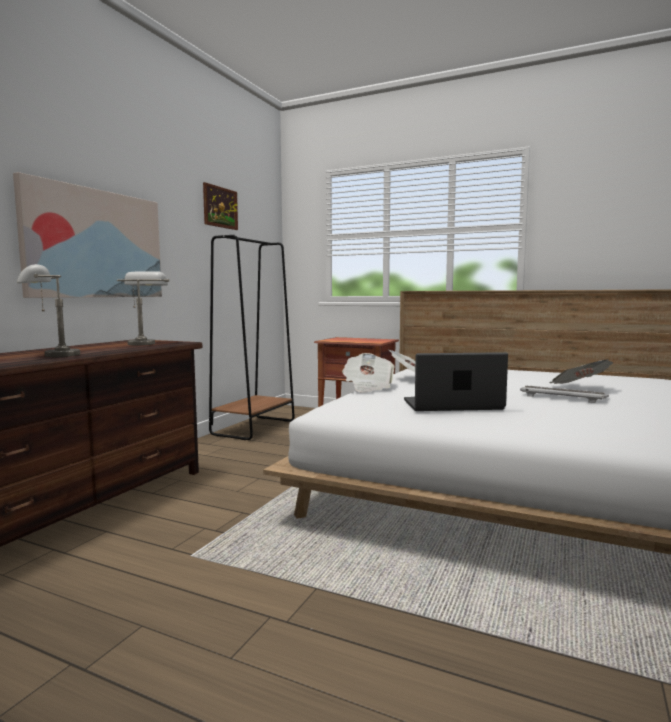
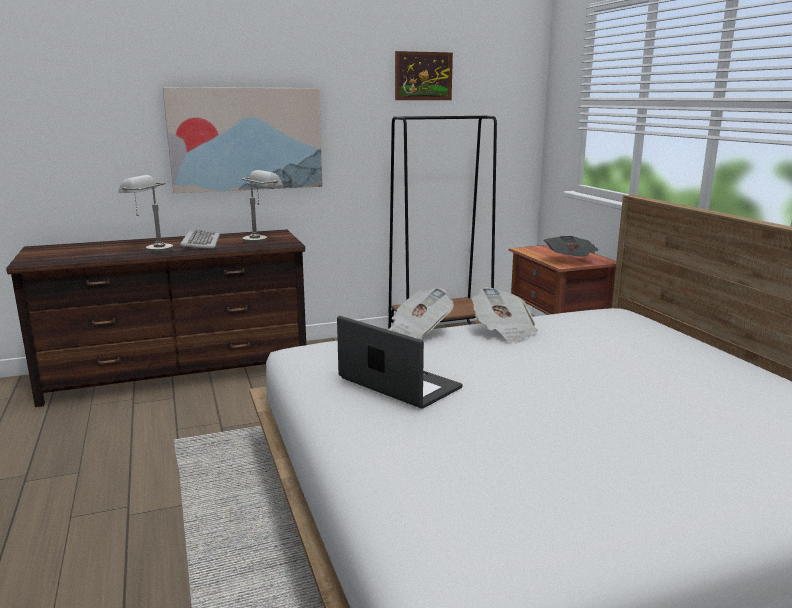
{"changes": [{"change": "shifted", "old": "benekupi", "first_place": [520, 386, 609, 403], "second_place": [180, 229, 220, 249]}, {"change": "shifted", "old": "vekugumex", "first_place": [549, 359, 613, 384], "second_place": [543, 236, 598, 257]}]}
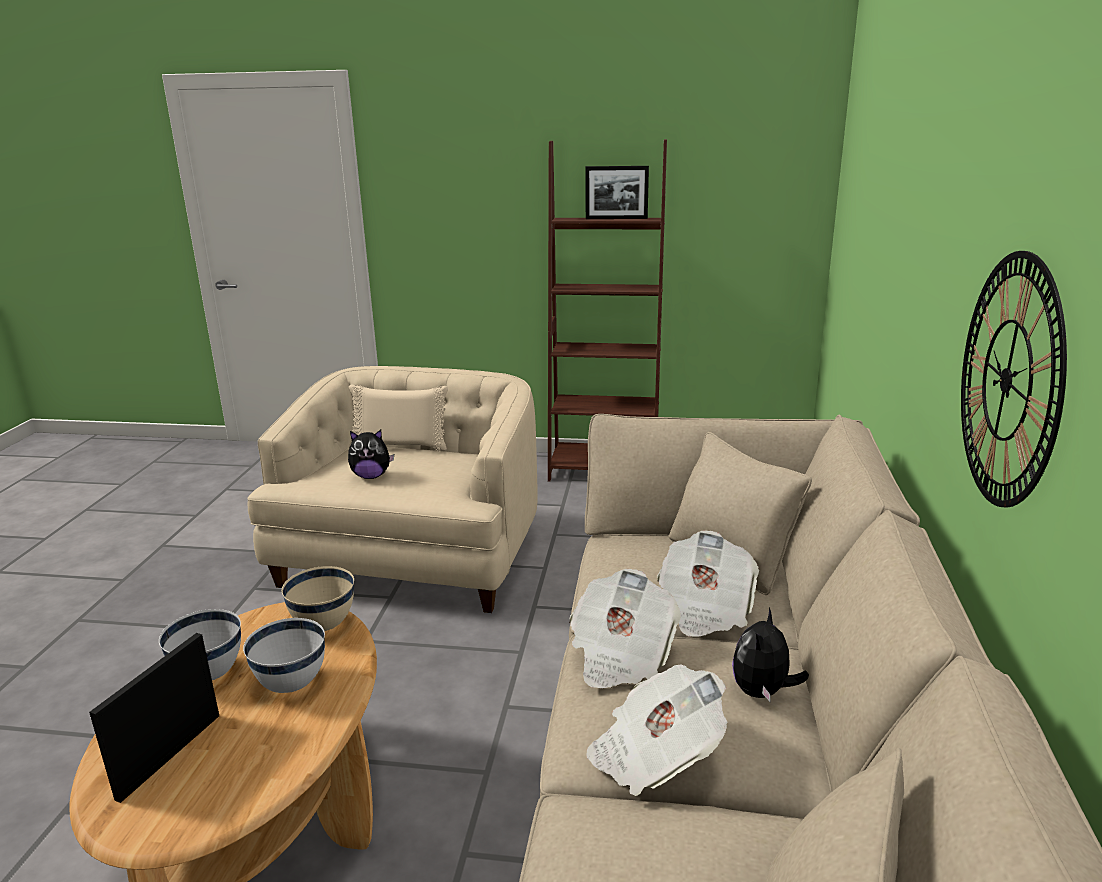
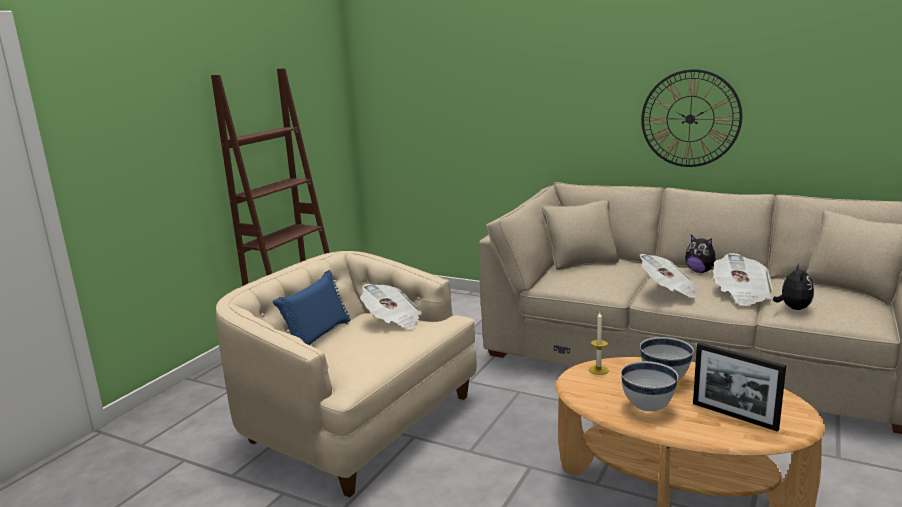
{"changes": [{"change": "repainted", "old": "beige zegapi", "new": "blue zegapi", "first_place": [349, 384, 448, 452], "second_place": [273, 270, 350, 345]}, {"change": "shifted", "old": "vekugumex", "first_place": [657, 530, 759, 637], "second_place": [360, 284, 422, 329]}, {"change": "swapped", "old": "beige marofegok", "new": "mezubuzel", "first_place": [282, 566, 354, 631], "second_place": [589, 312, 609, 375]}, {"change": "shifted", "old": "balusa", "first_place": [348, 430, 394, 479], "second_place": [773, 264, 814, 310]}, {"change": "gone", "old": "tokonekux", "first_place": [585, 166, 649, 219]}]}
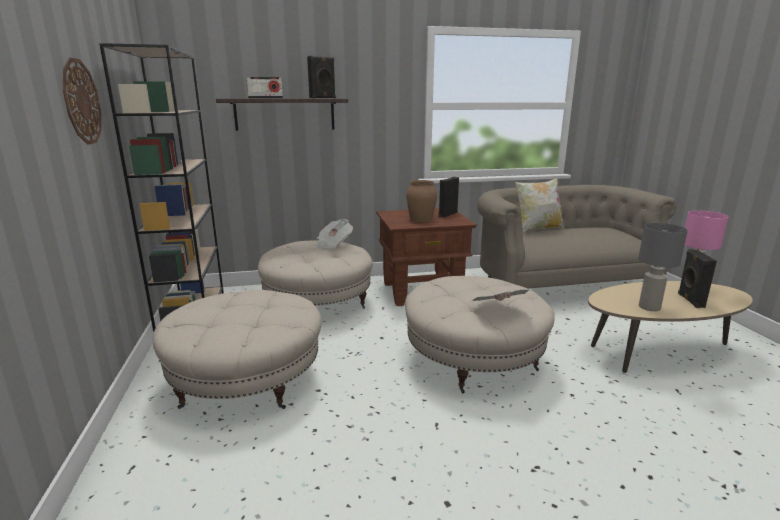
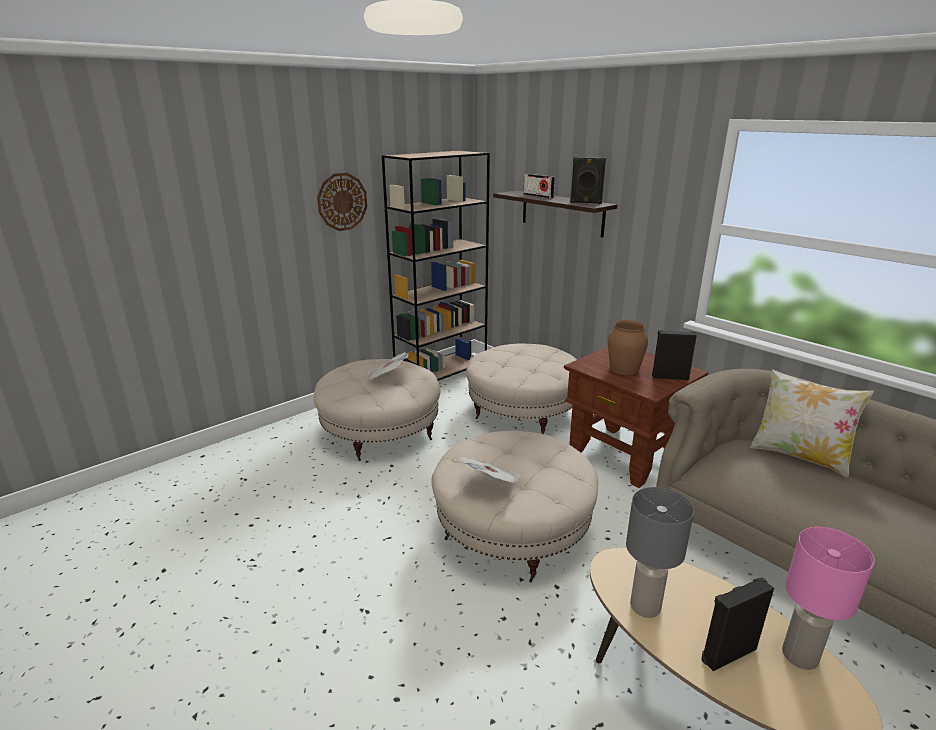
{"changes": [{"change": "shifted", "old": "vekugumex", "first_place": [314, 219, 353, 249], "second_place": [367, 352, 409, 381]}]}
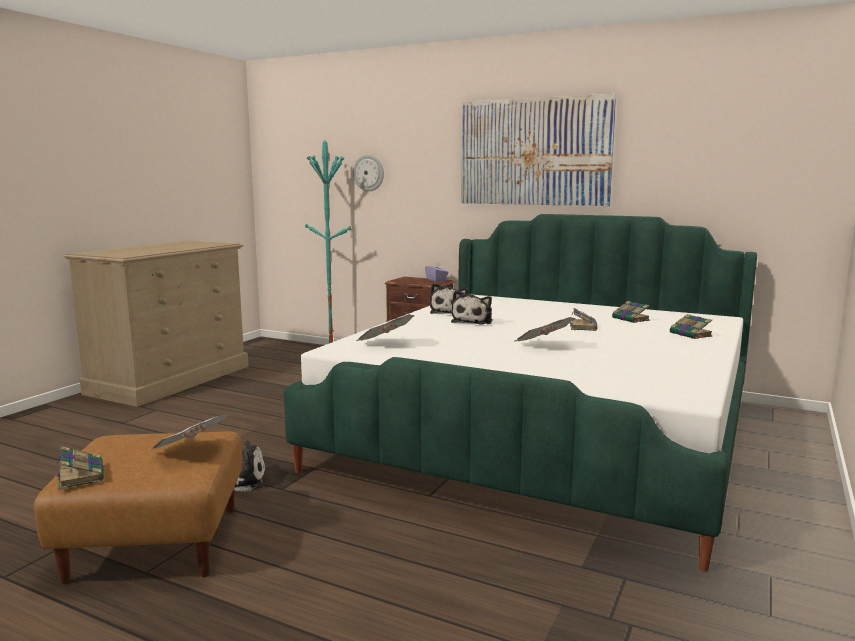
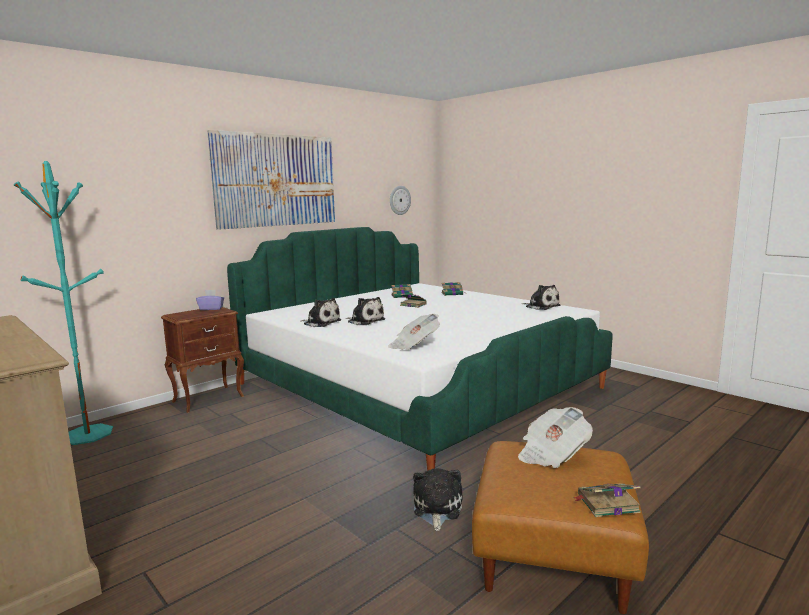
{"changes": [{"change": "shifted", "old": "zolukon", "first_place": [353, 155, 384, 191], "second_place": [390, 186, 411, 215]}, {"change": "new", "new": "balusa", "second_place": [523, 285, 560, 310]}, {"change": "gone", "old": "vekugumex", "first_place": [515, 317, 575, 341]}]}
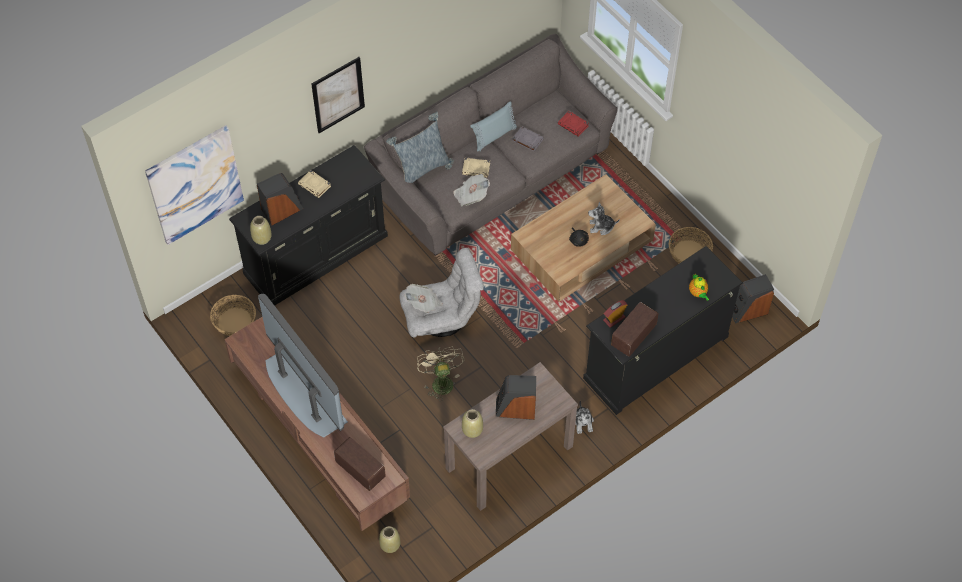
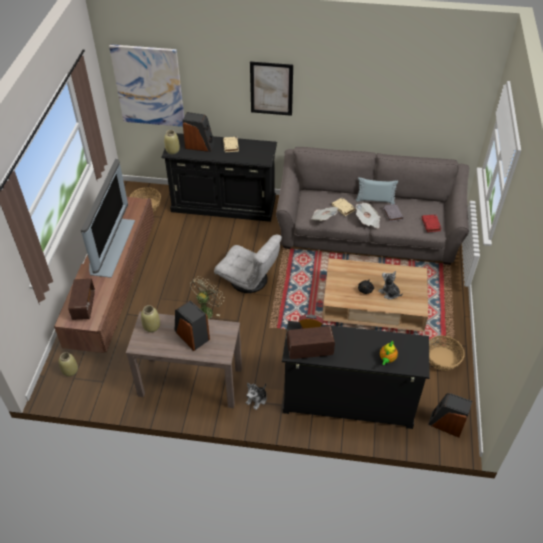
{"changes": [{"change": "shifted", "old": "vekugumex", "first_place": [404, 284, 443, 313], "second_place": [356, 203, 380, 229]}, {"change": "gone", "old": "zegapi", "first_place": [386, 112, 454, 183]}]}
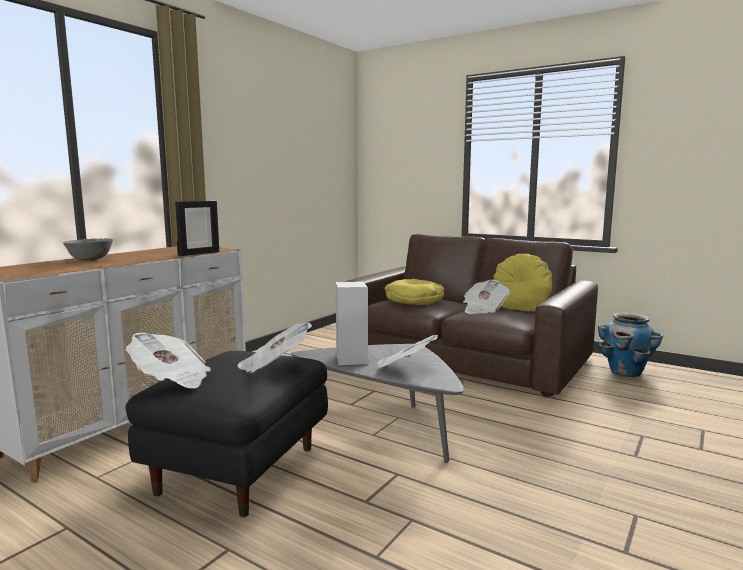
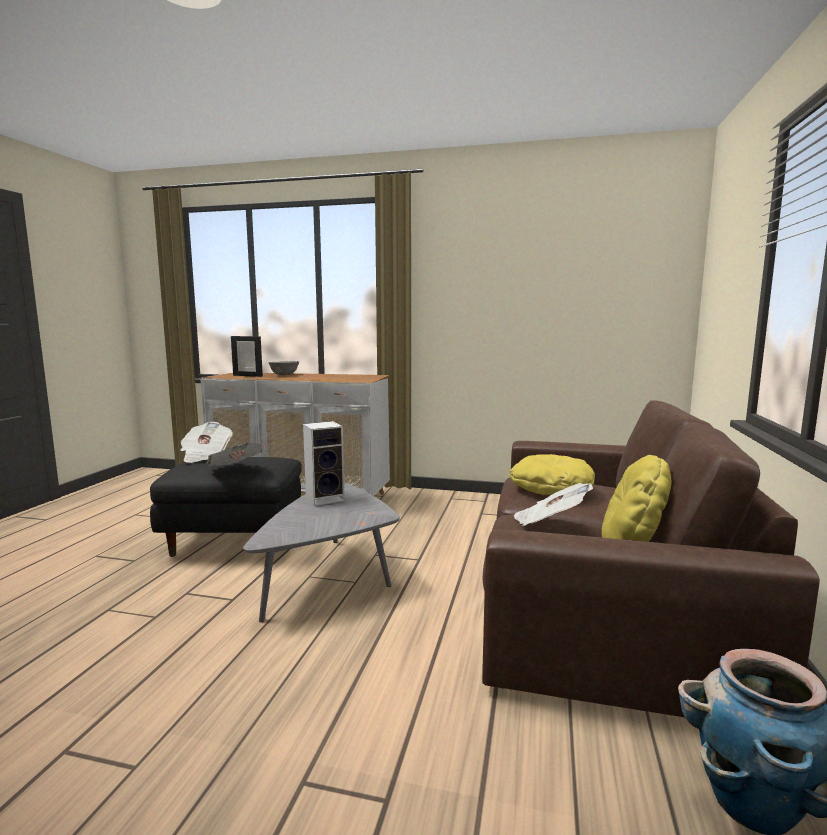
{"changes": [{"change": "shifted", "old": "tokonekux", "first_place": [175, 201, 219, 256], "second_place": [231, 336, 263, 377]}, {"change": "gone", "old": "vekugumex", "first_place": [378, 335, 438, 369]}]}
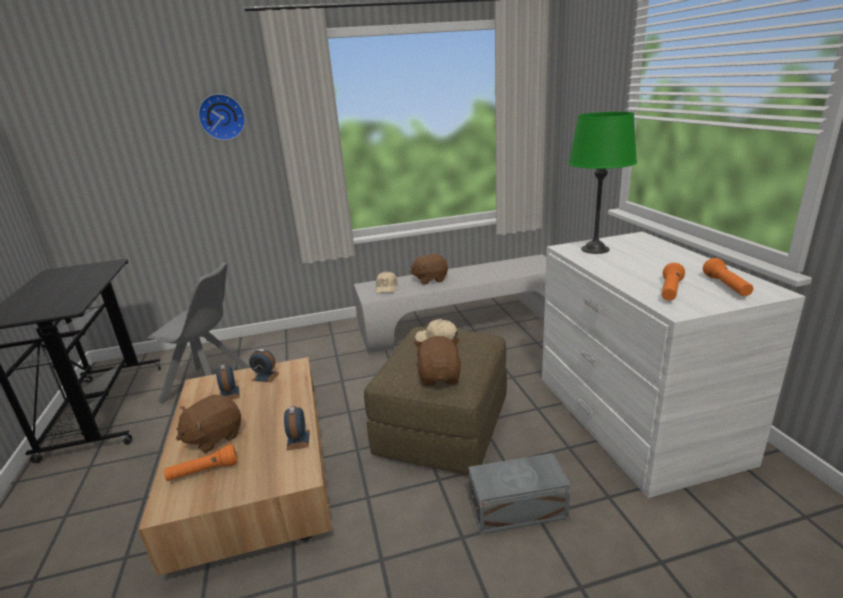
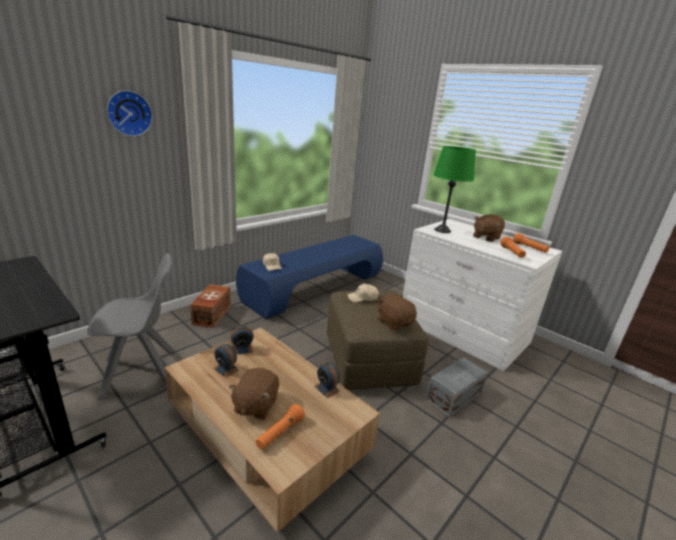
{"changes": [{"change": "new", "new": "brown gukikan", "second_place": [190, 284, 231, 328]}, {"change": "repainted", "old": "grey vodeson", "new": "blue vodeson", "first_place": [354, 254, 546, 353], "second_place": [236, 235, 383, 319]}, {"change": "shifted", "old": "brown balusa", "first_place": [410, 254, 448, 284], "second_place": [473, 214, 505, 242]}]}
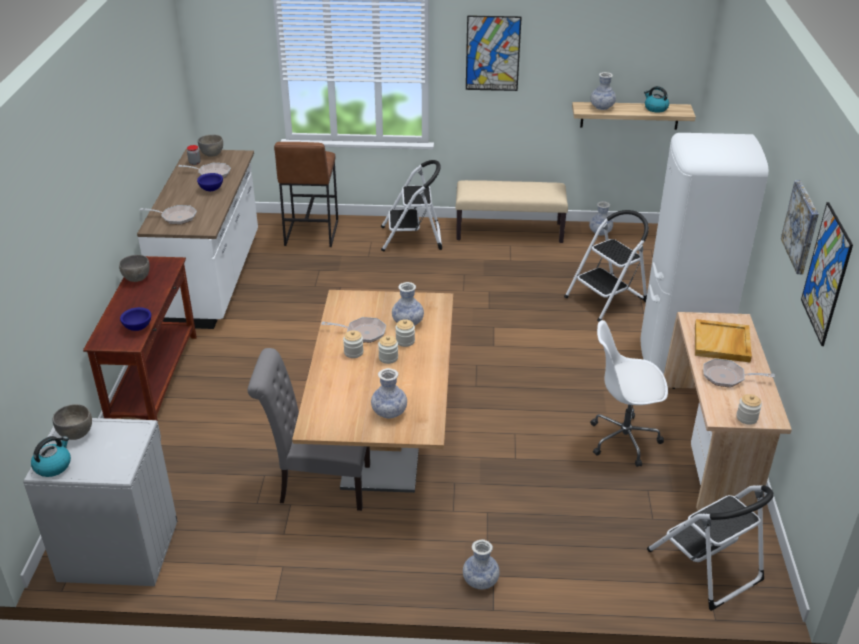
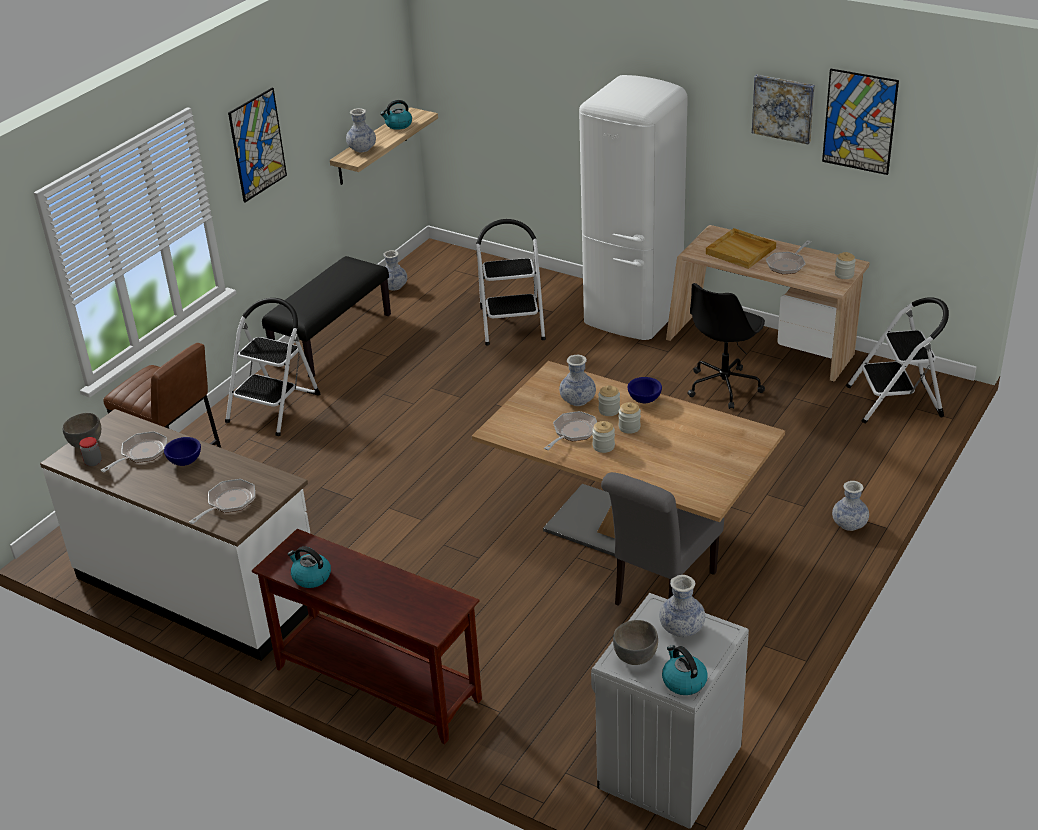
{"changes": [{"change": "repainted", "old": "beige vodeson", "new": "black vodeson", "first_place": [456, 180, 568, 243], "second_place": [262, 256, 391, 377]}, {"change": "swapped", "old": "grey marofegok", "new": "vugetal", "first_place": [119, 255, 150, 282], "second_place": [288, 546, 331, 588]}, {"change": "shifted", "old": "blue marofegok", "first_place": [120, 307, 151, 331], "second_place": [628, 377, 662, 403]}, {"change": "shifted", "old": "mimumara", "first_place": [371, 368, 407, 419], "second_place": [659, 575, 705, 637]}, {"change": "repainted", "old": "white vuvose", "new": "black vuvose", "first_place": [590, 320, 668, 467], "second_place": [687, 283, 765, 409]}]}
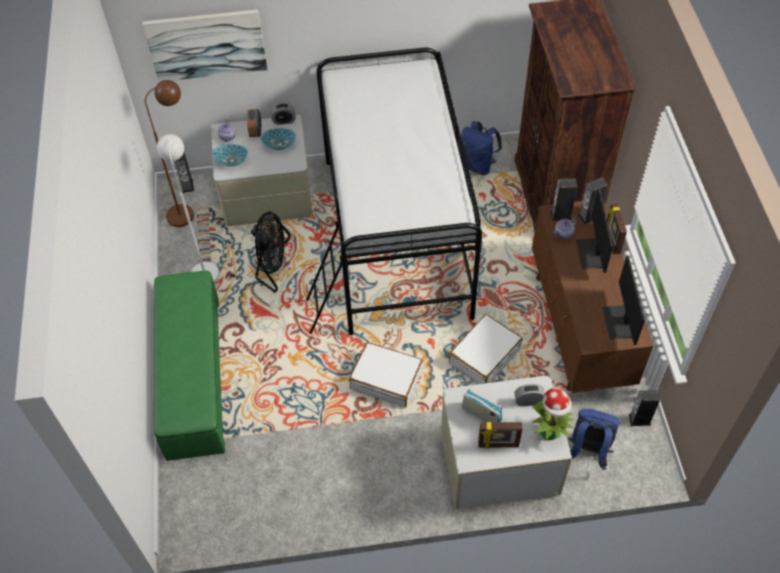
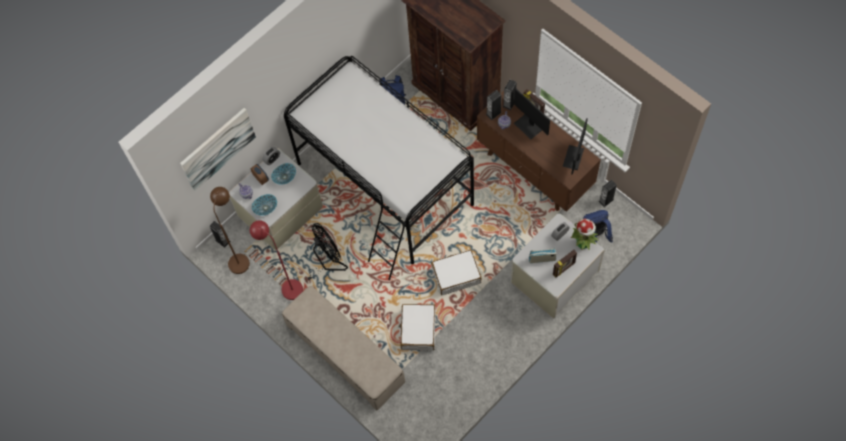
{"changes": [{"change": "repainted", "old": "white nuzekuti", "new": "red nuzekuti", "first_place": [157, 134, 219, 283], "second_place": [250, 220, 303, 300]}, {"change": "repainted", "old": "green vodeson", "new": "beige vodeson", "first_place": [154, 271, 225, 461], "second_place": [282, 286, 405, 411]}, {"change": "shifted", "old": "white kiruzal", "first_place": [449, 314, 522, 384], "second_place": [399, 304, 436, 350]}, {"change": "rotated", "old": "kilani", "first_place": [603, 256, 645, 345], "second_place": [563, 118, 588, 175], "degrees": 60}]}
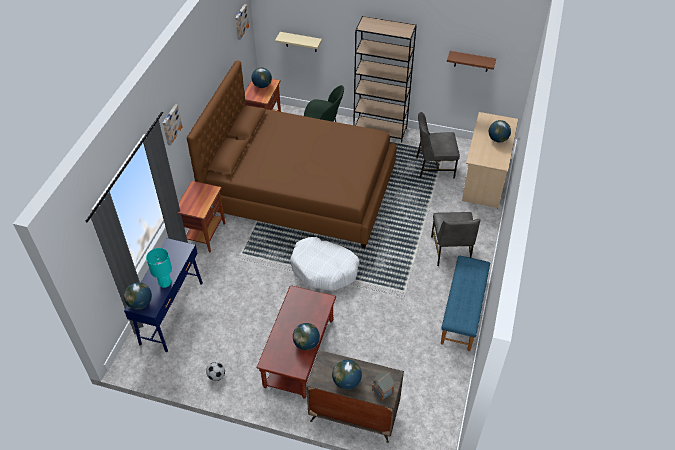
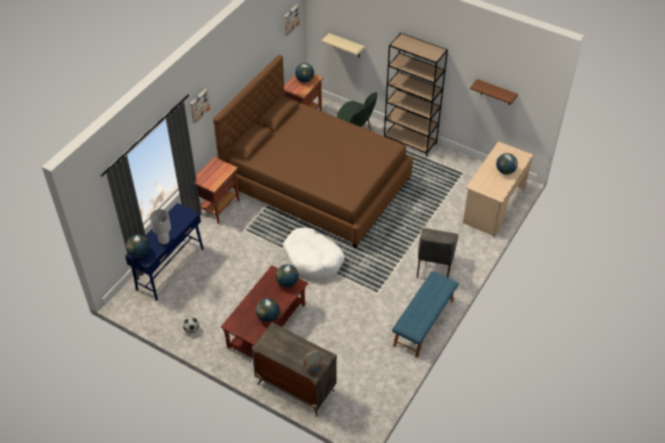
{"changes": [{"change": "repainted", "old": "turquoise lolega", "new": "grey lolega", "first_place": [146, 248, 172, 288], "second_place": [150, 209, 171, 244]}, {"change": "shifted", "old": "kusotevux", "first_place": [332, 360, 362, 390], "second_place": [276, 264, 299, 287]}, {"change": "gone", "old": "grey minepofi", "first_place": [416, 112, 460, 178]}]}
